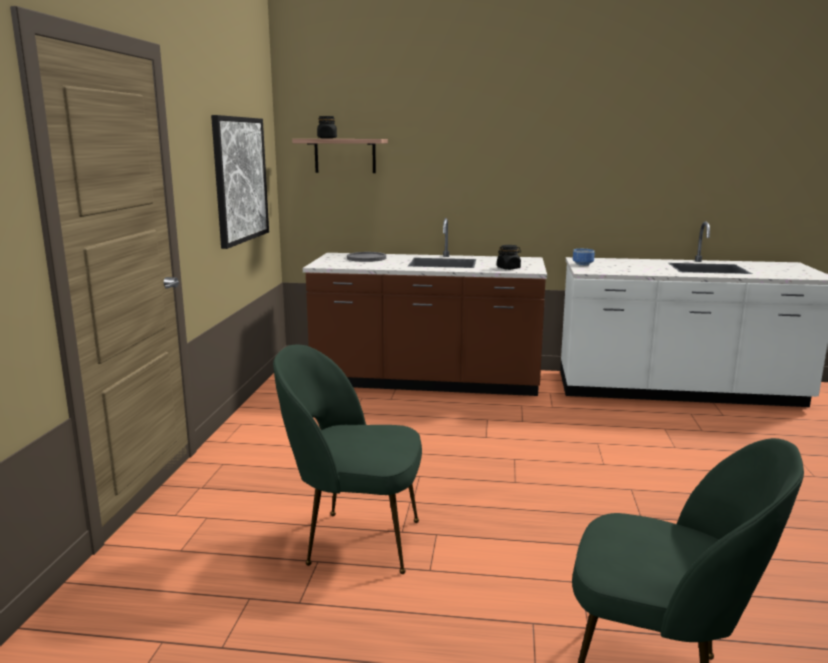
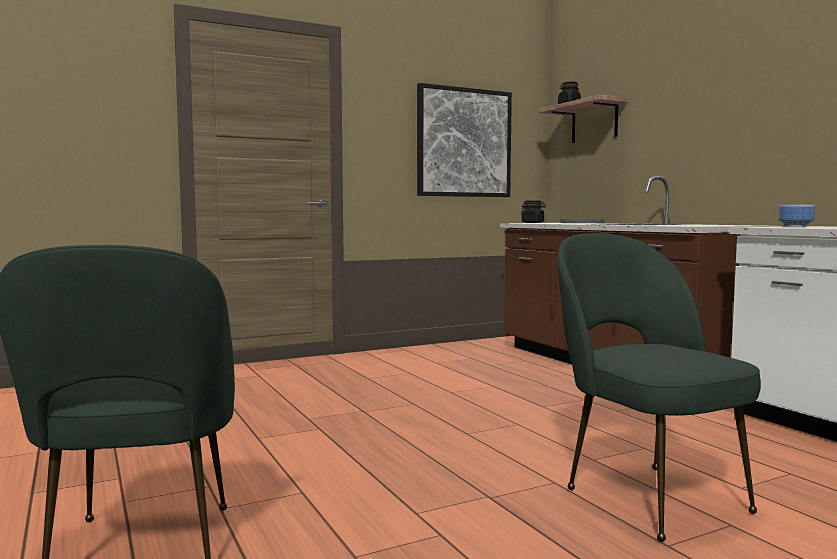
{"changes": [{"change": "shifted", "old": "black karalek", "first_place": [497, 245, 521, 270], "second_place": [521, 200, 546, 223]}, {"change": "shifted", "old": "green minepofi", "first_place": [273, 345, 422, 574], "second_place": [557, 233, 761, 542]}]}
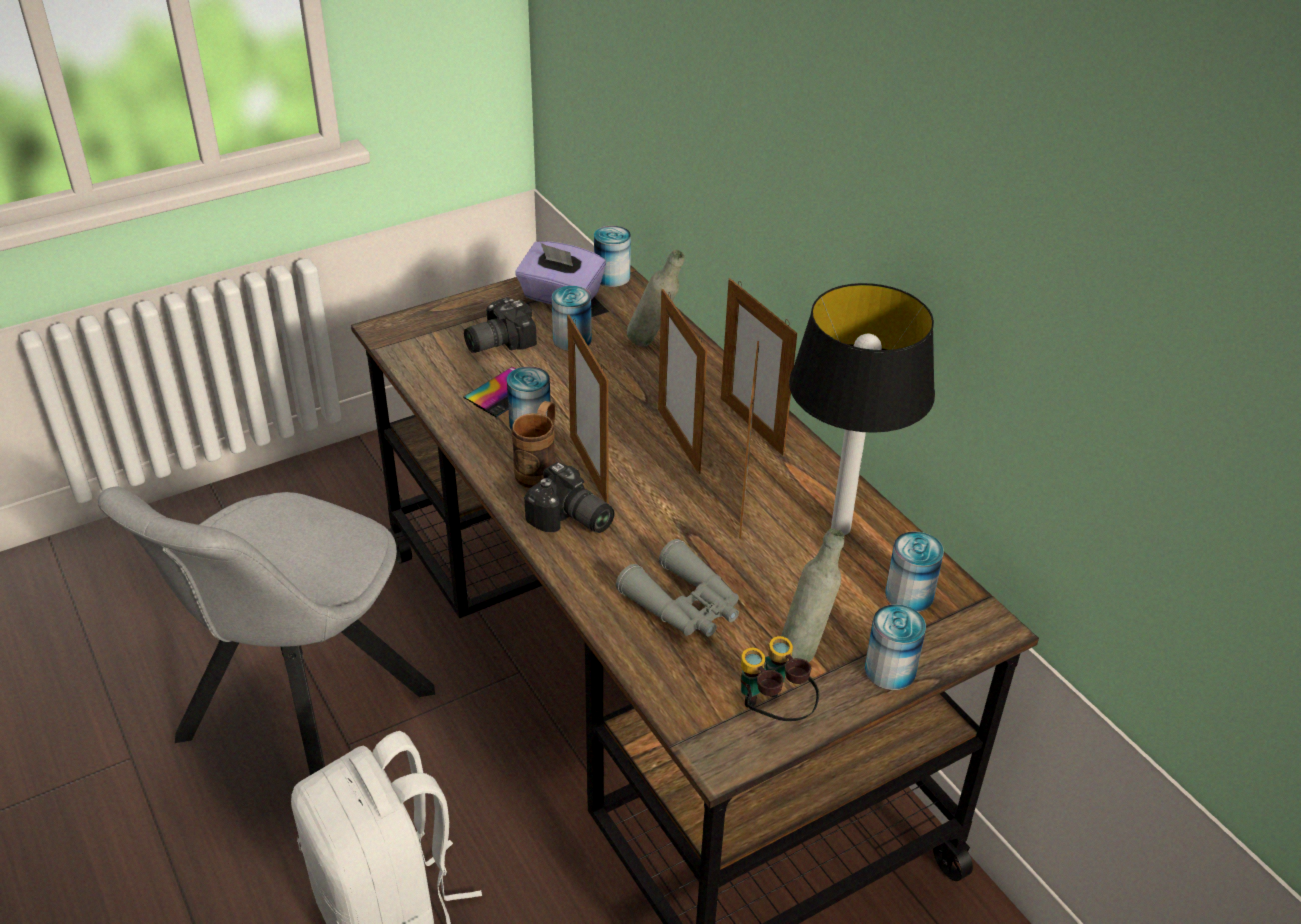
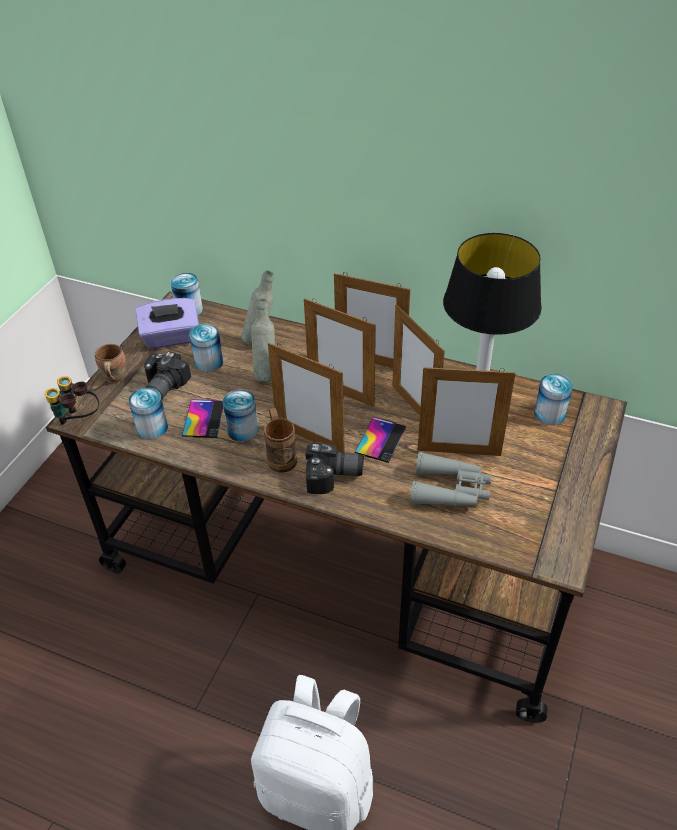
{"changes": [{"change": "shifted", "old": "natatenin", "first_place": [741, 636, 819, 721], "second_place": [45, 376, 99, 425]}, {"change": "new", "new": "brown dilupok", "second_place": [95, 344, 126, 383]}, {"change": "shifted", "old": "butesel", "first_place": [865, 604, 926, 690], "second_place": [129, 388, 168, 440]}, {"change": "shifted", "old": "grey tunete", "first_place": [781, 528, 844, 662], "second_place": [251, 298, 275, 382]}, {"change": "new", "new": "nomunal", "second_place": [355, 417, 406, 463]}, {"change": "new", "new": "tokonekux", "second_place": [417, 364, 516, 456]}, {"change": "gone", "old": "grey minepofi", "first_place": [98, 487, 435, 775]}]}
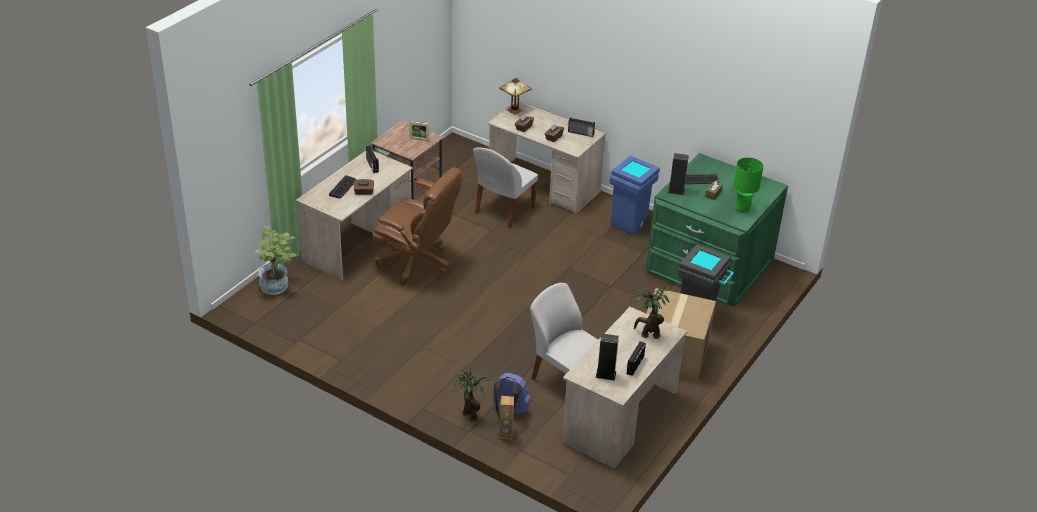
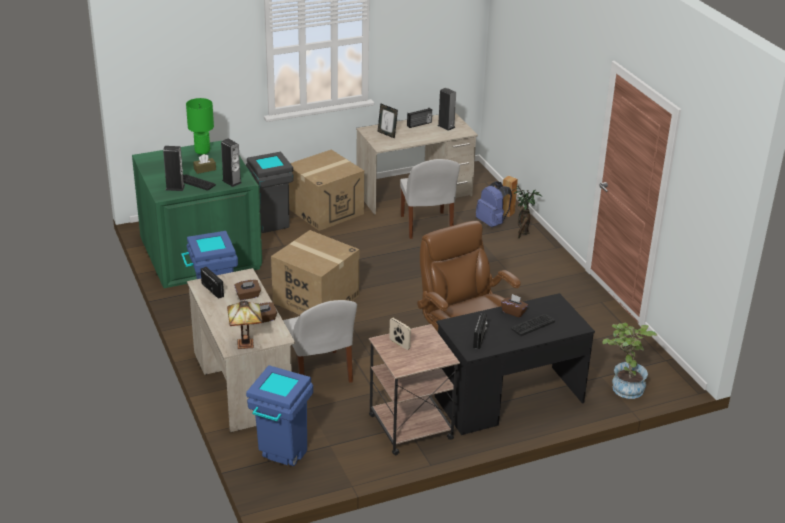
{"changes": [{"change": "new", "new": "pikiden", "second_place": [163, 146, 185, 191]}, {"change": "new", "new": "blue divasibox", "second_place": [246, 365, 313, 466]}, {"change": "new", "new": "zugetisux", "second_place": [271, 230, 359, 315]}, {"change": "rotated", "old": "white minepofi", "first_place": [473, 148, 538, 228], "second_place": [283, 300, 357, 383], "degrees": 90}, {"change": "swapped", "old": "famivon", "new": "tokonekux", "first_place": [631, 286, 670, 339], "second_place": [378, 103, 398, 138]}, {"change": "repainted", "old": "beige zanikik", "new": "black zanikik", "first_place": [295, 151, 413, 280], "second_place": [435, 293, 595, 435]}]}
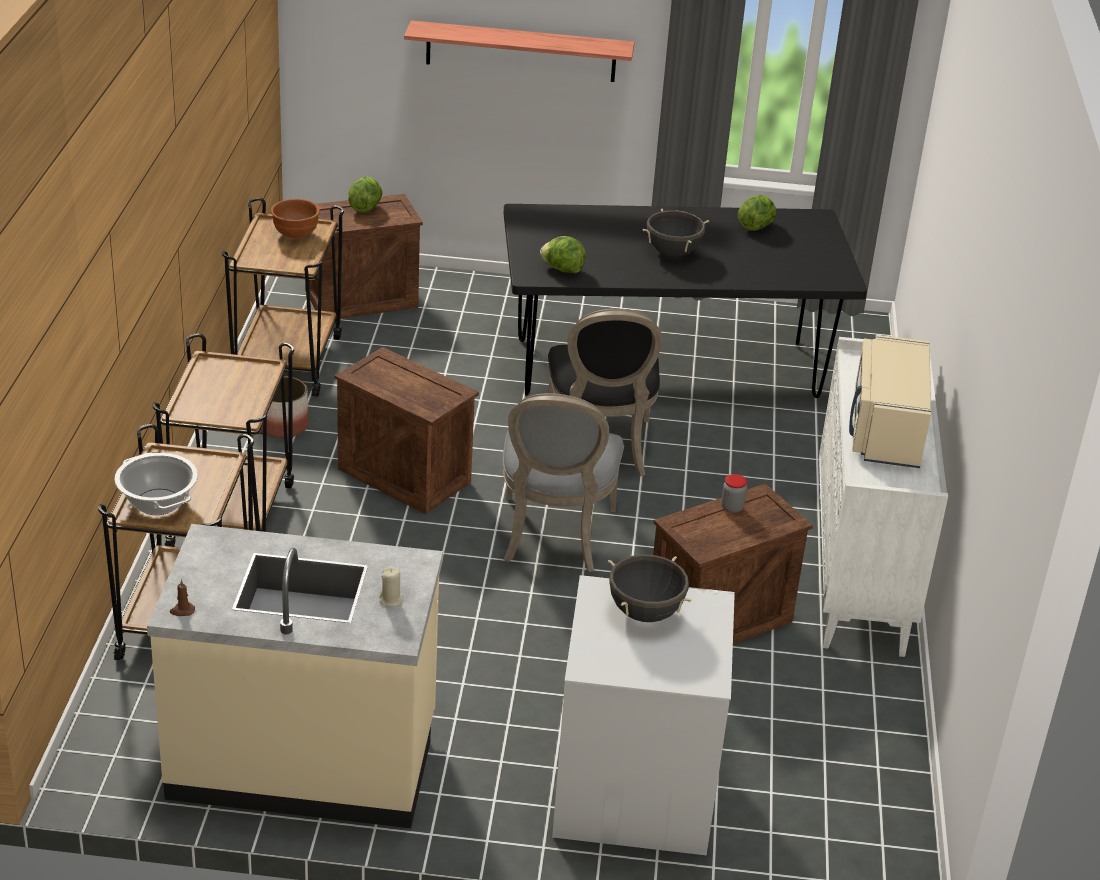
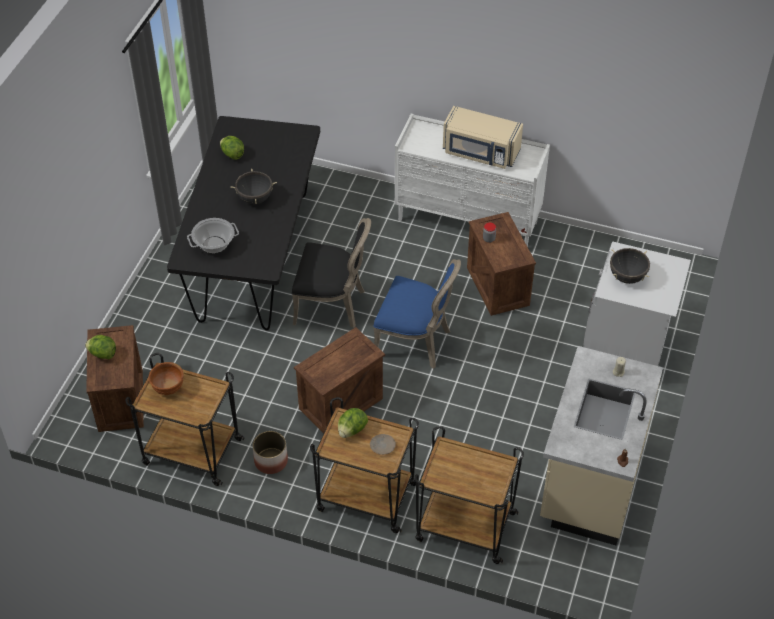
{"changes": [{"change": "shifted", "old": "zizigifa", "first_place": [114, 453, 198, 515], "second_place": [187, 218, 239, 253]}, {"change": "shifted", "old": "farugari", "first_place": [540, 236, 586, 274], "second_place": [338, 408, 368, 438]}, {"change": "new", "new": "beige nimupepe", "second_place": [370, 434, 396, 455]}, {"change": "repainted", "old": "grey minepofi", "new": "blue minepofi", "first_place": [503, 393, 624, 572], "second_place": [373, 259, 461, 369]}, {"change": "gone", "old": "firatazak", "first_place": [404, 20, 635, 82]}]}
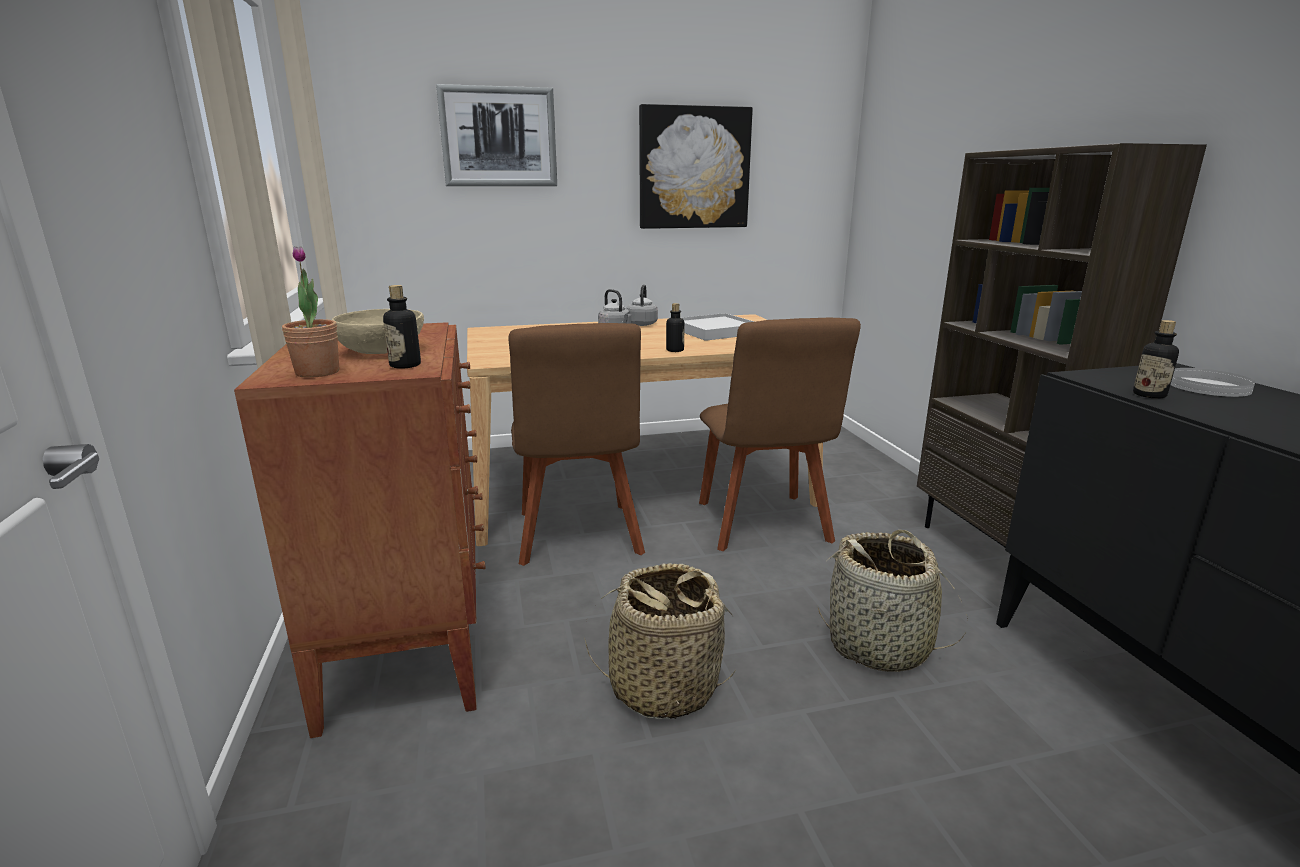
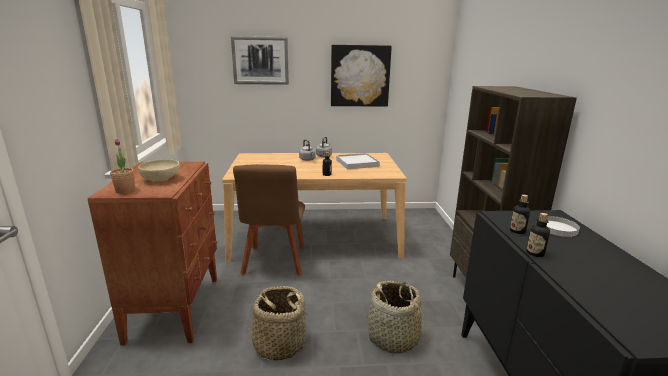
{"changes": [{"change": "shifted", "old": "tunete", "first_place": [383, 285, 421, 369], "second_place": [527, 213, 550, 257]}, {"change": "gone", "old": "brown minepofi", "first_place": [699, 318, 861, 551]}]}
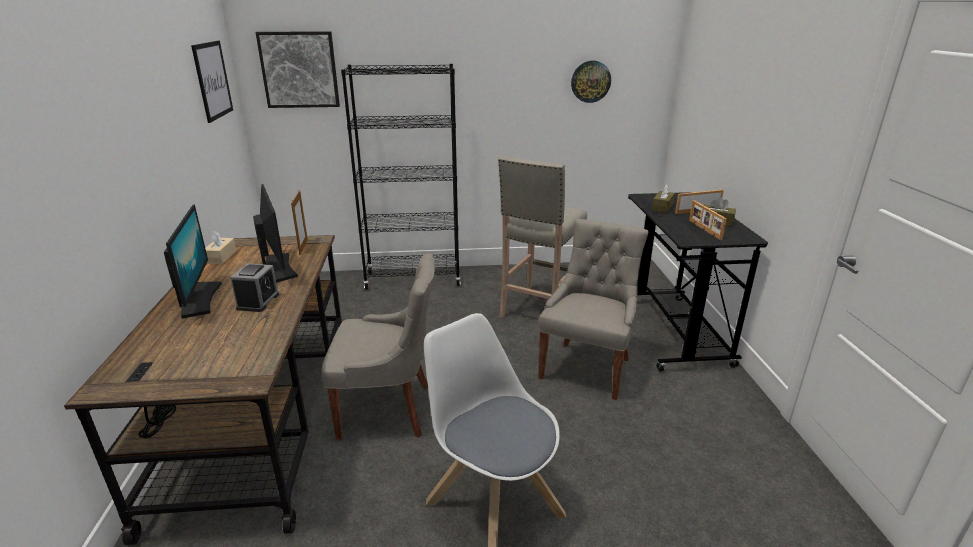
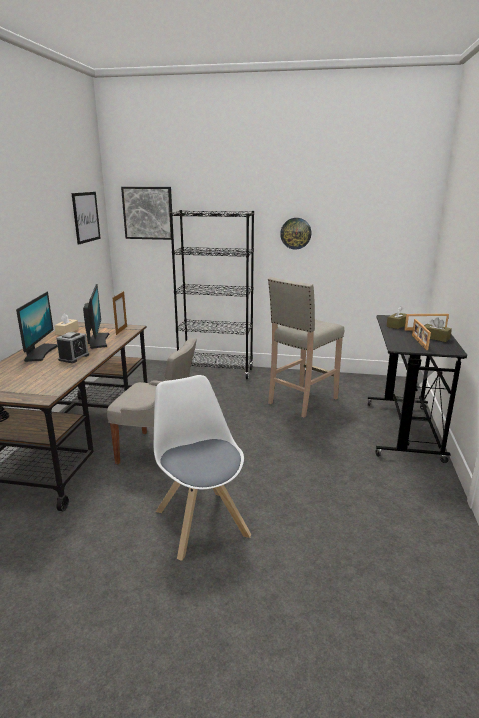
{"changes": [{"change": "shifted", "old": "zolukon", "first_place": [571, 61, 611, 103], "second_place": [280, 218, 312, 250]}, {"change": "gone", "old": "grey minepofi", "first_place": [538, 219, 649, 400]}]}
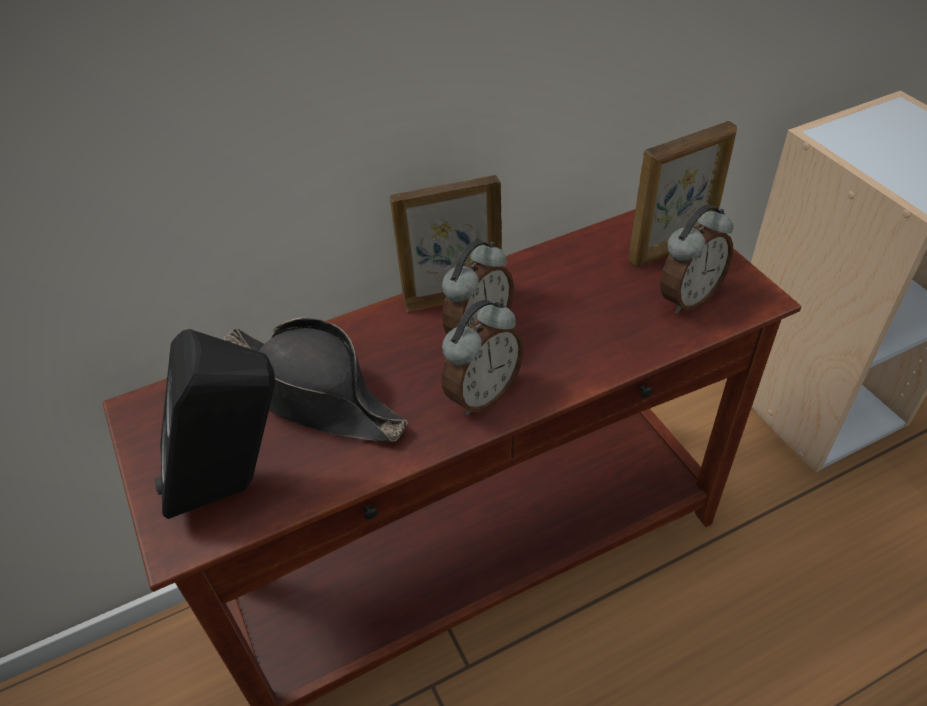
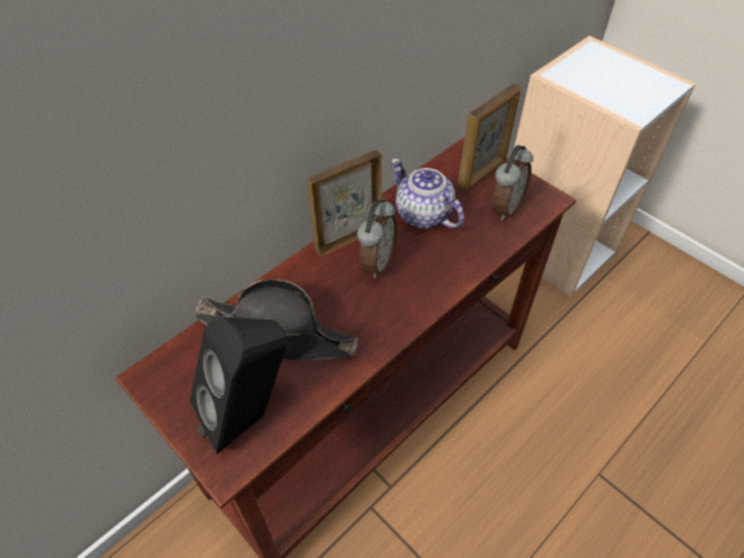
{"changes": [{"change": "new", "new": "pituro", "second_place": [391, 159, 464, 229]}, {"change": "gone", "old": "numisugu", "first_place": [441, 300, 524, 416]}]}
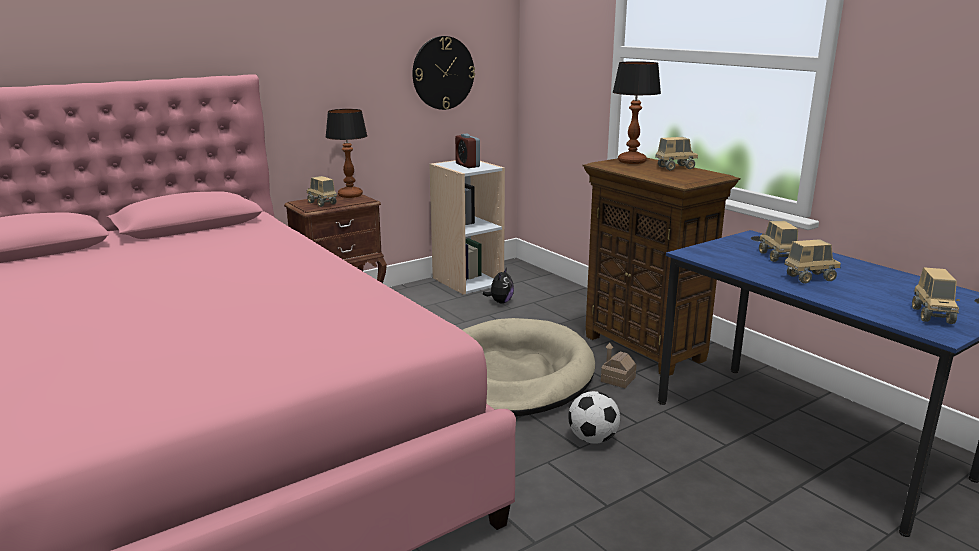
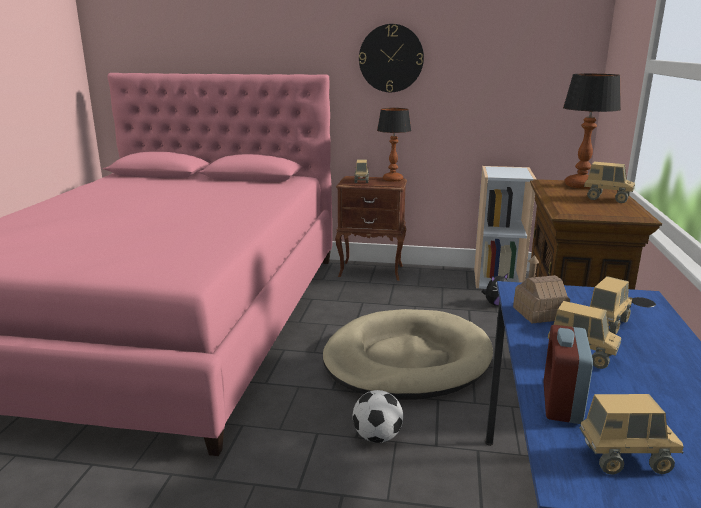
{"changes": [{"change": "shifted", "old": "zolukon", "first_place": [412, 36, 475, 110], "second_place": [359, 24, 424, 92]}, {"change": "shifted", "old": "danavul", "first_place": [601, 343, 637, 388], "second_place": [513, 255, 570, 323]}, {"change": "shifted", "old": "numisugu", "first_place": [455, 134, 480, 168], "second_place": [544, 325, 593, 424]}, {"change": "rotated", "old": "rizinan", "first_place": [912, 267, 960, 324], "second_place": [579, 394, 684, 475], "degrees": -150}]}
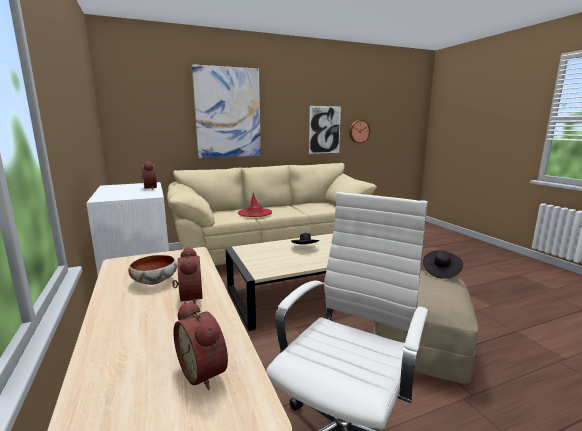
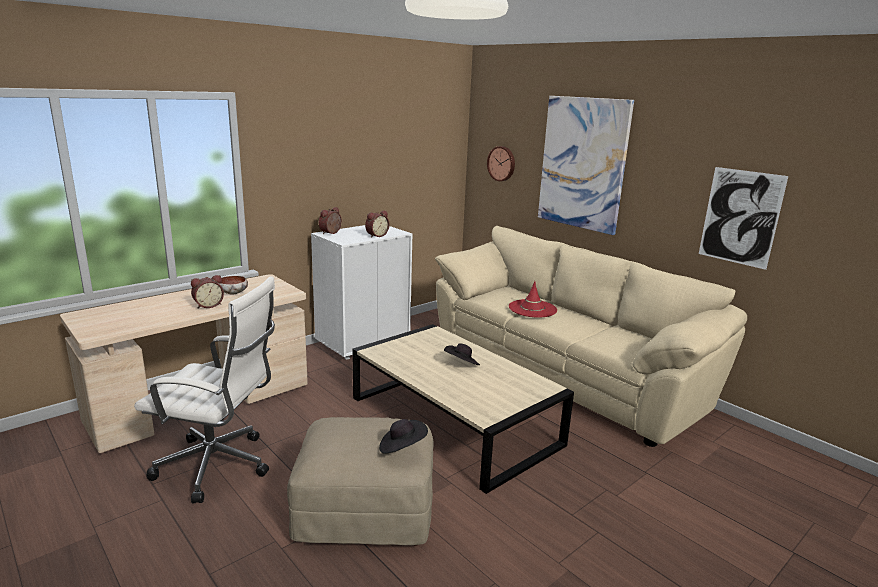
{"changes": [{"change": "shifted", "old": "numisugu", "first_place": [173, 301, 228, 390], "second_place": [319, 207, 342, 234]}, {"change": "shifted", "old": "zolukon", "first_place": [349, 120, 370, 143], "second_place": [487, 146, 515, 181]}]}
